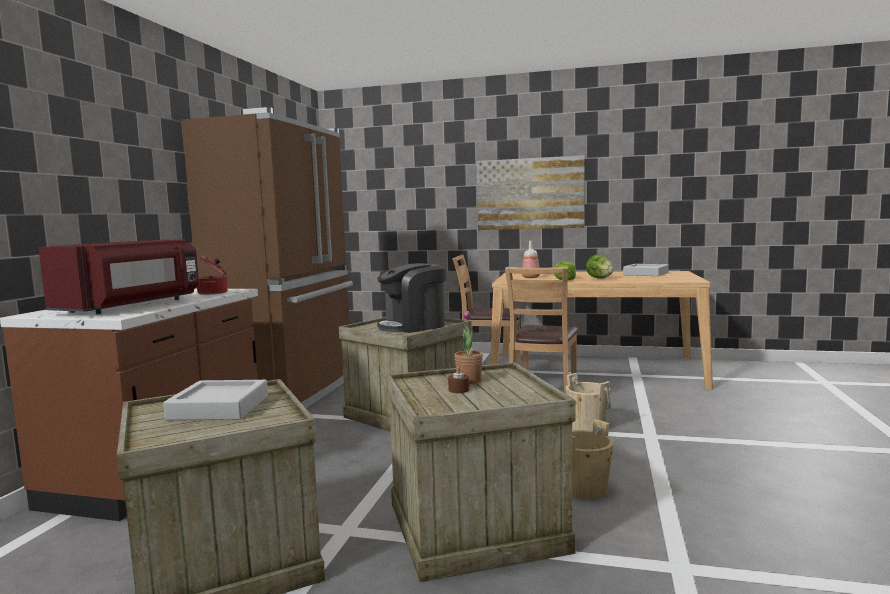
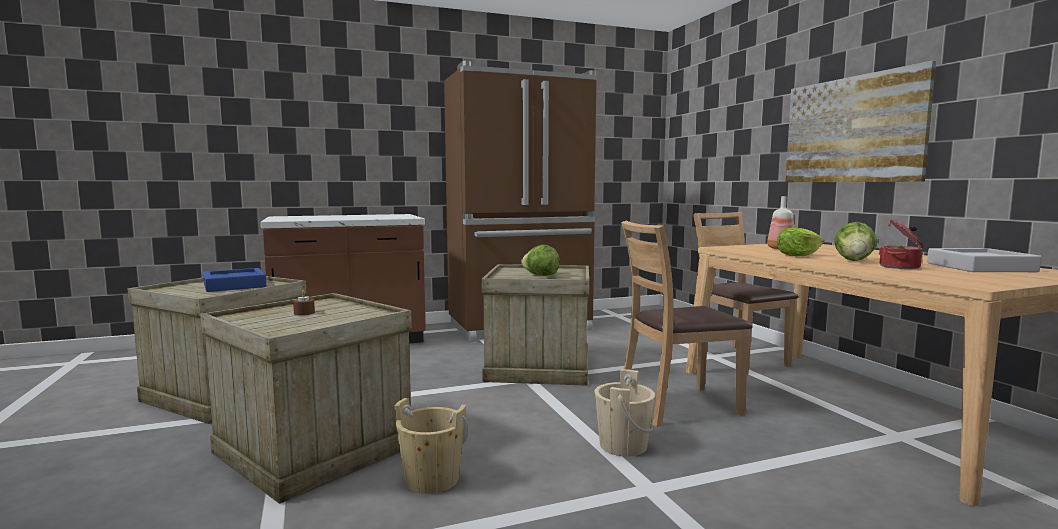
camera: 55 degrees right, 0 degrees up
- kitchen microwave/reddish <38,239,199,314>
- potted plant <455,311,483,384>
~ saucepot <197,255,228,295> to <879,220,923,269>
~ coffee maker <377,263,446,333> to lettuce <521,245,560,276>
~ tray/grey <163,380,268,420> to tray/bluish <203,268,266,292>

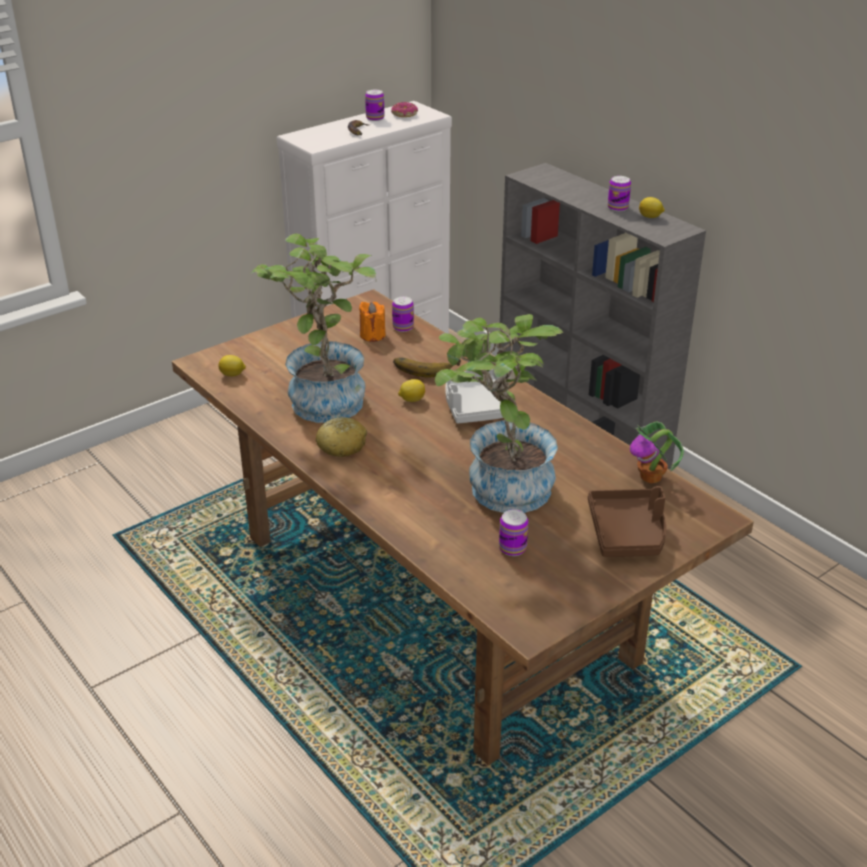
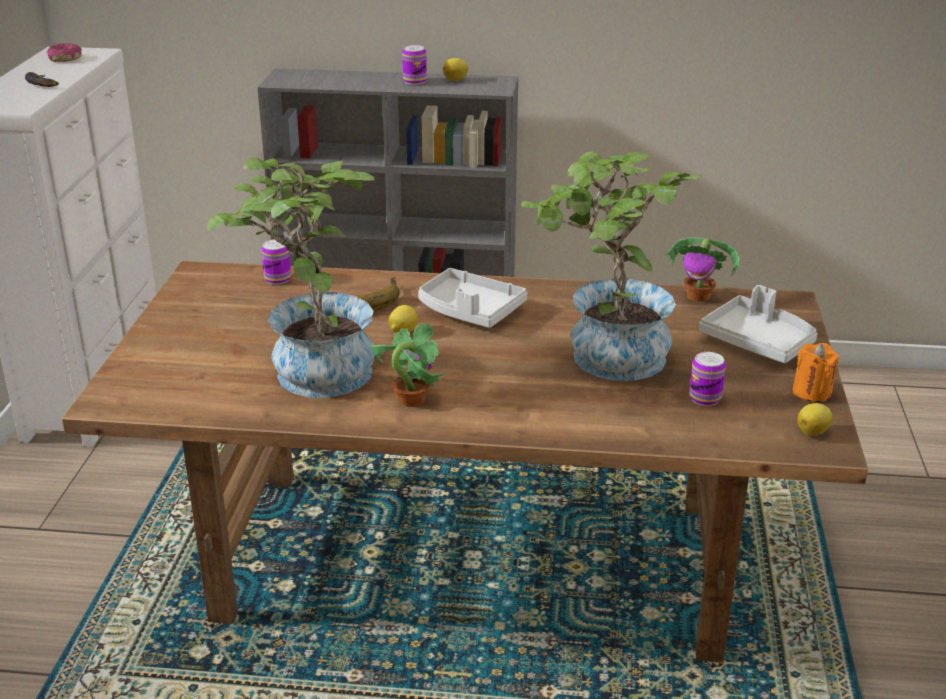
camera: 45 degrees left, 5 degrees down
- metal can <365,90,384,121>
~ citrus fruit <218,355,246,376> to <798,403,832,436>
~ wax candle/orange <359,302,386,342> to <793,343,839,402>
~ bakery bread <315,417,367,457> to potted plant <371,323,446,407>
~ tray/brown-coloured <588,486,666,557> to tray/grey <699,285,818,363>

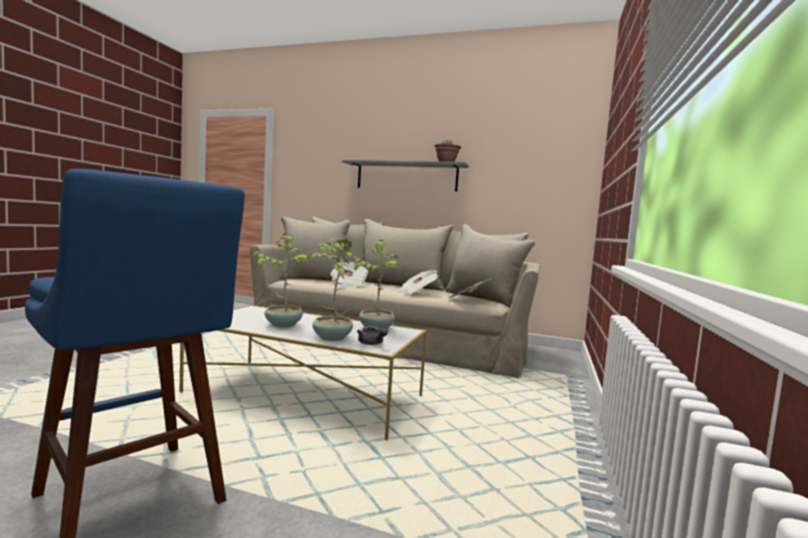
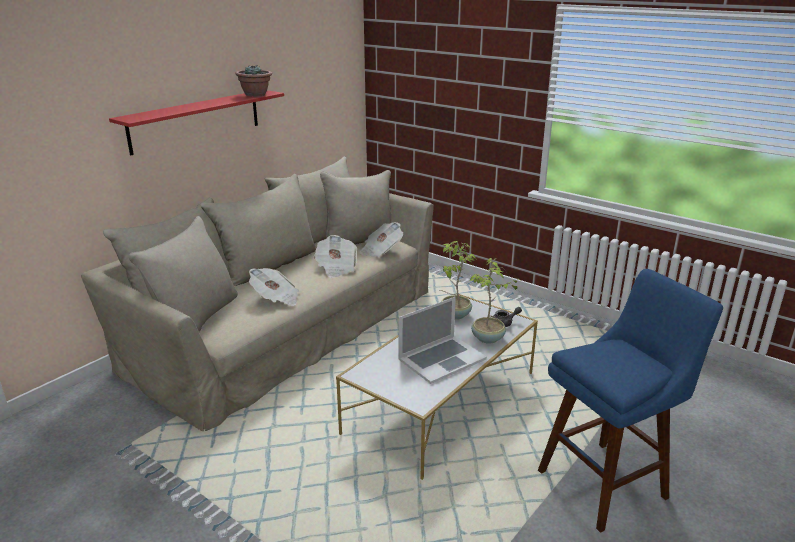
camera: 70 degrees left, 20 degrees up
~ potted plant <251,234,309,328> to laptop <398,297,487,384>
~ shelf/grey <342,160,469,192> to shelf/reddish <109,90,284,155>

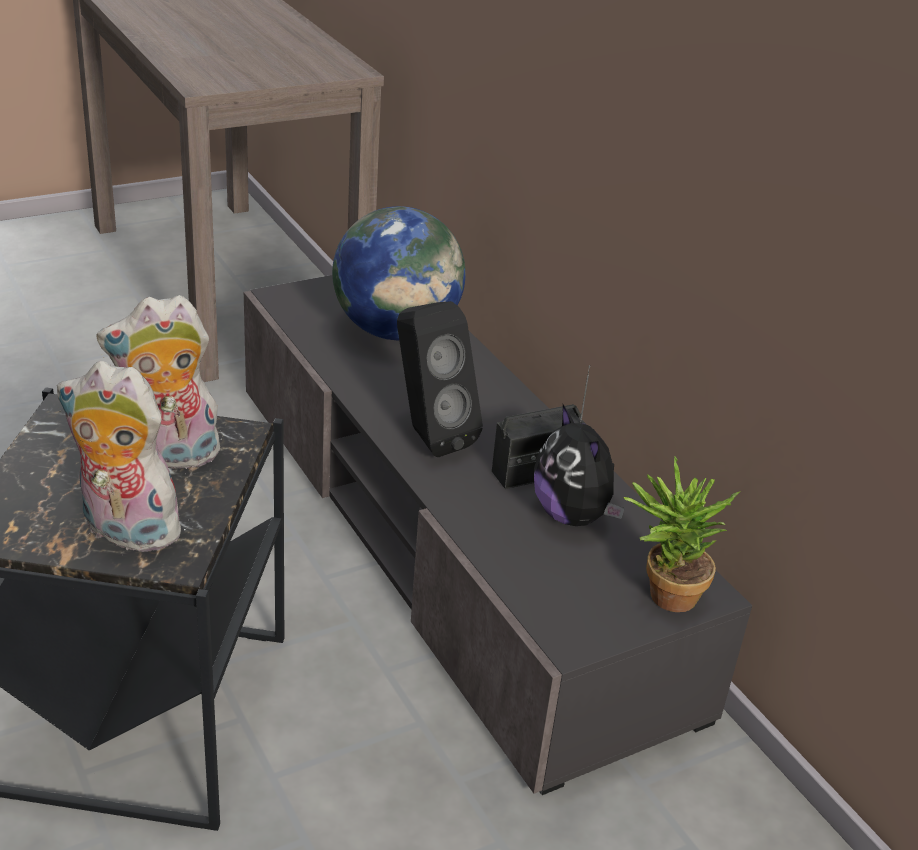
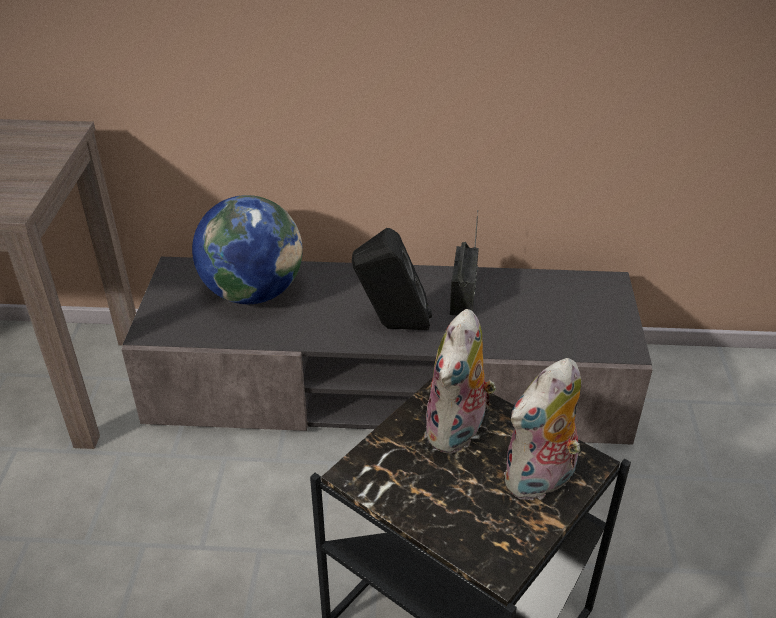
camera: 55 degrees left, 5 degrees up
- soft toy <534,405,625,526>
- potted plant <623,457,741,612>

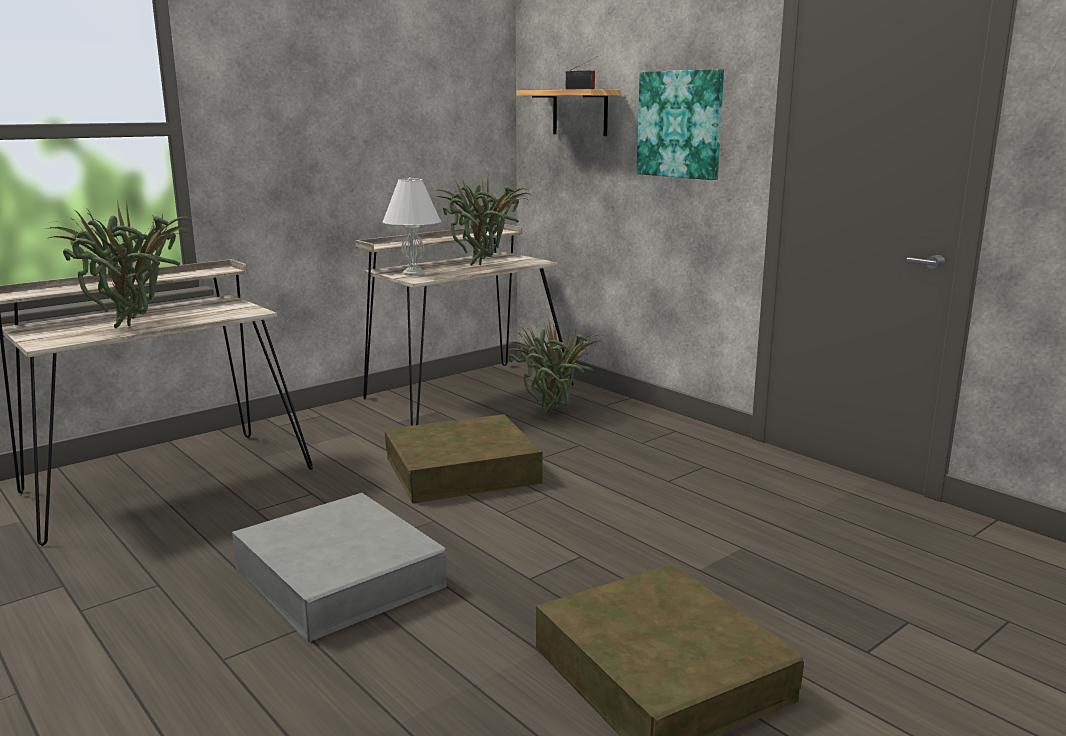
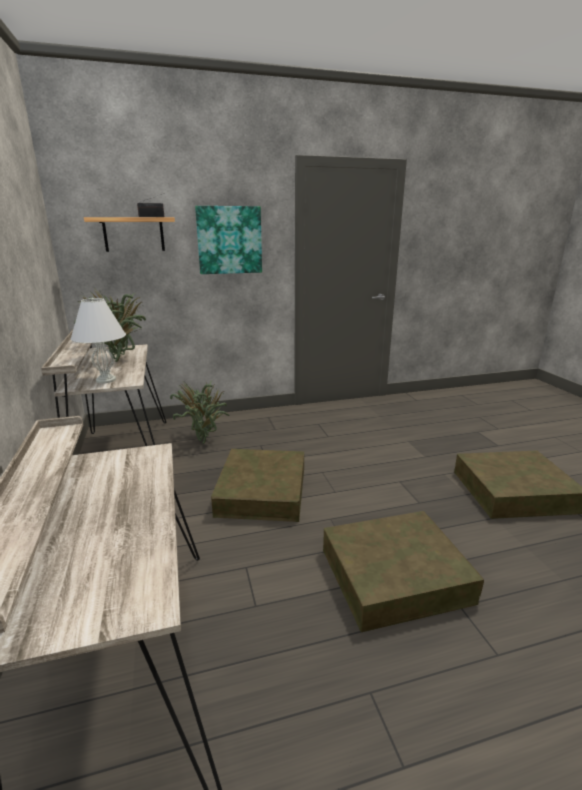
camera: 65 degrees left, 5 degrees up
- potted plant <46,200,194,328>
~ storage box/grey <232,493,447,642> to storage box/brown-coloured <323,511,484,632>

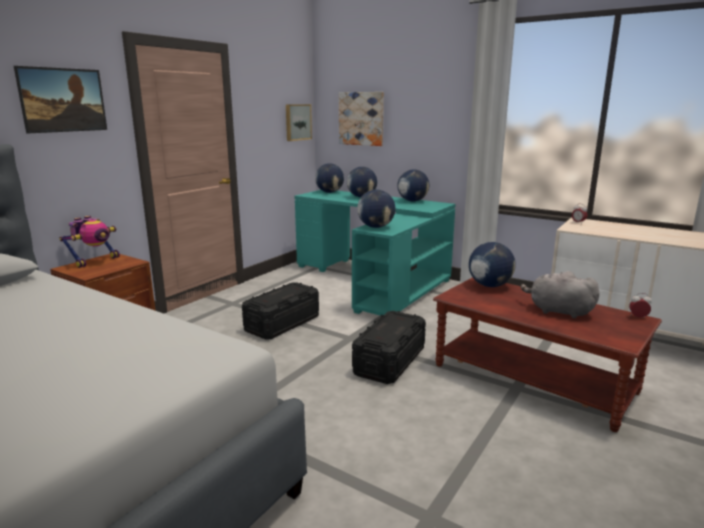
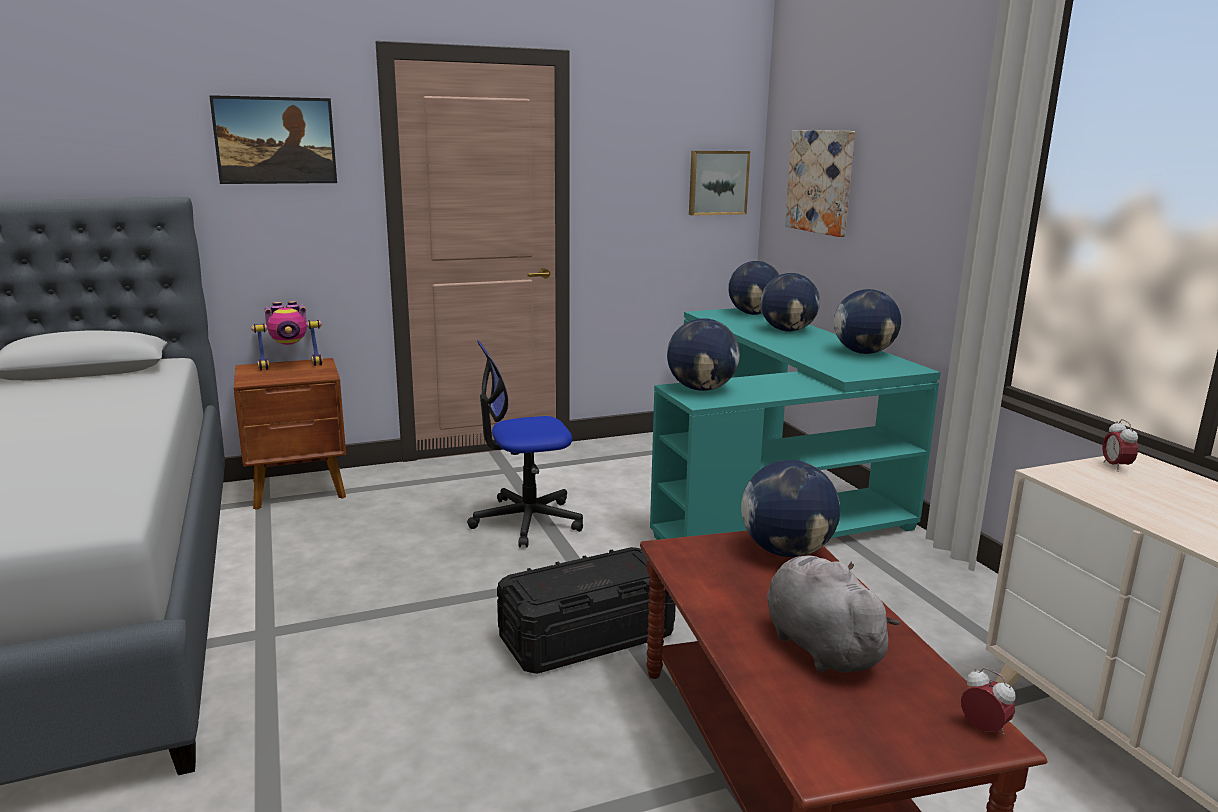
camera: 35 degrees right, 0 degrees up
~ storage box/black-coloured <242,282,319,340> to office chair <467,341,583,548>

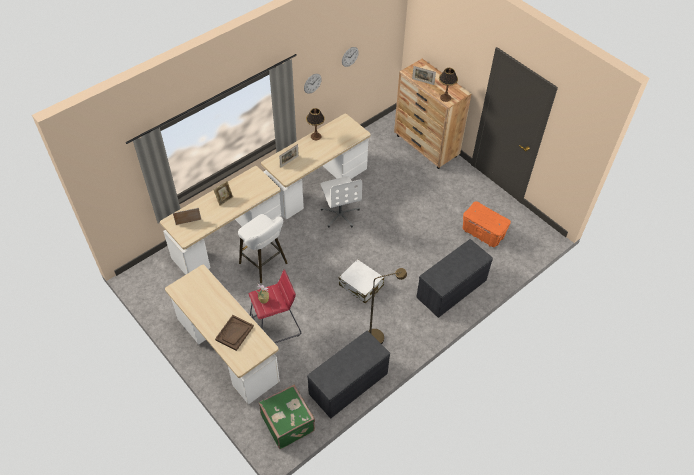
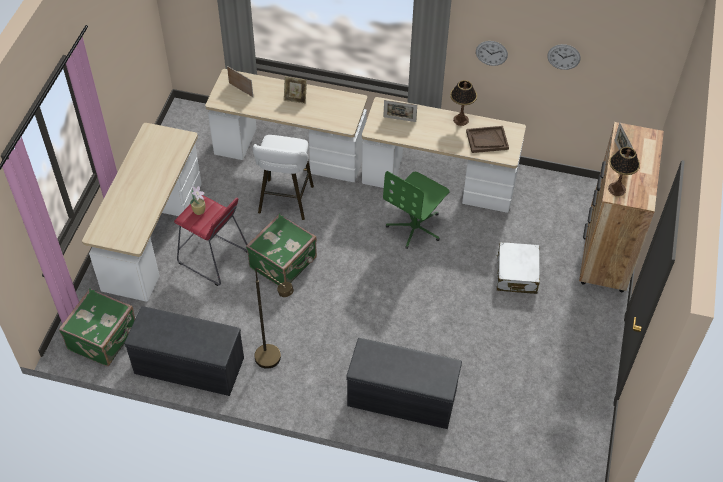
camera: 55 degrees right, 0 degrees up
- storage box/orange <463,201,511,247>
+ piece of luggage/greenish <246,214,317,286>
~ tray/brown-coloured <215,315,254,351> to <466,126,509,153>
~ piece of luggage/white-coloured <339,259,384,303> to <497,242,540,294>
~ office chair/white-coloured <321,176,362,227> to office chair/greenish <383,171,450,249>

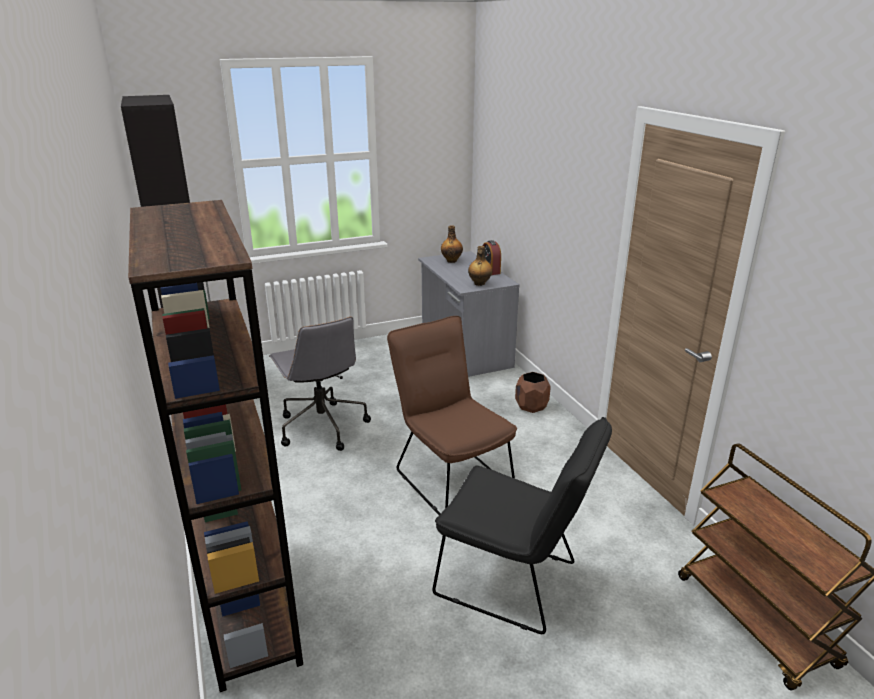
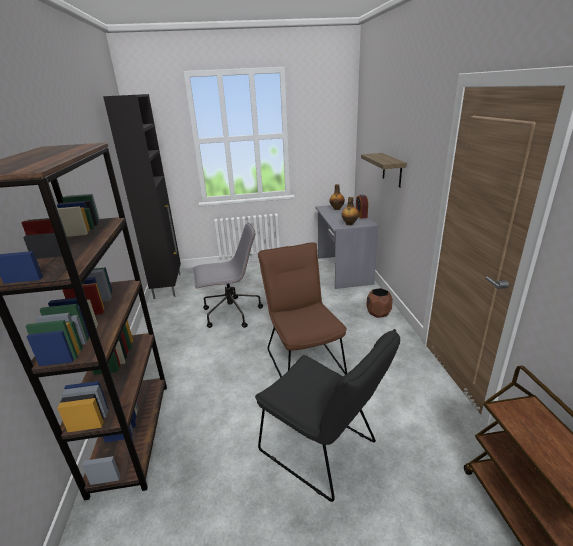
camera: 15 degrees right, 0 degrees up
+ shelf <361,153,407,188>
~ office chair/grey <269,317,371,451> = <193,223,263,328> 90 degrees counterclockwise

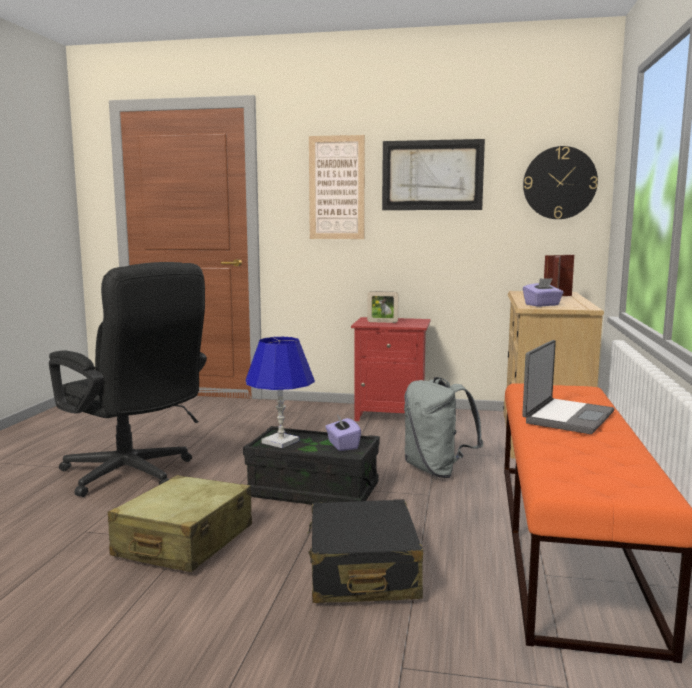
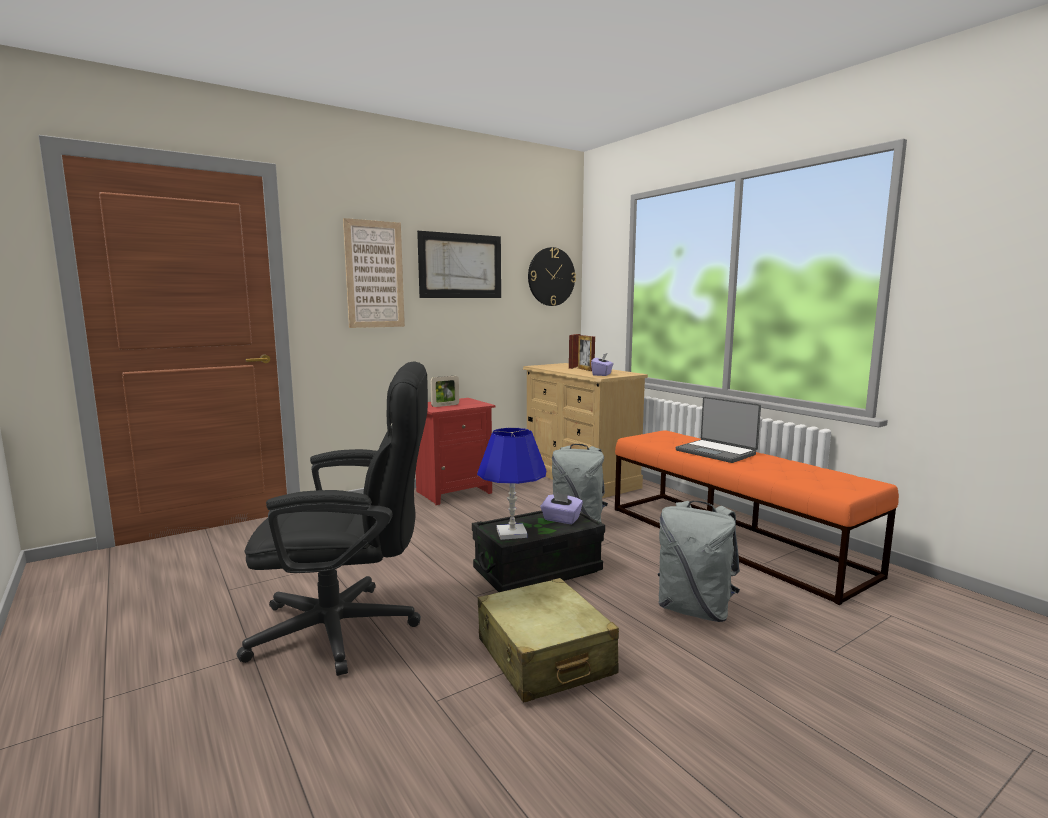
camera: 45 degrees left, 0 degrees up
~ piece of luggage/black-coloured <307,499,423,603> to rucksack/grey <658,501,740,622>
~ laptop <522,340,614,434> = <676,397,761,463> 150 degrees clockwise

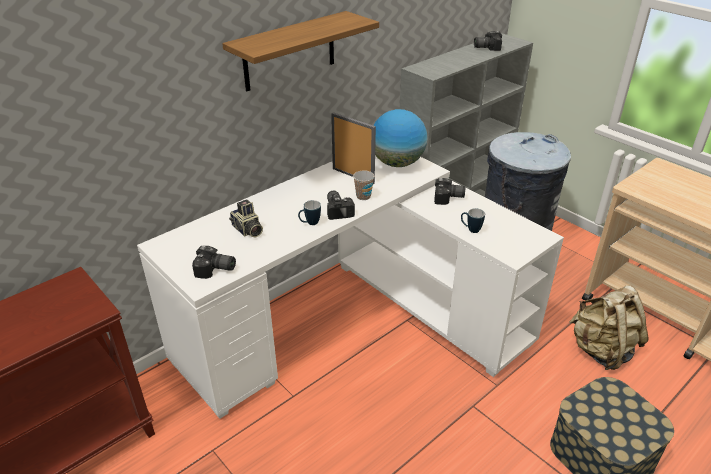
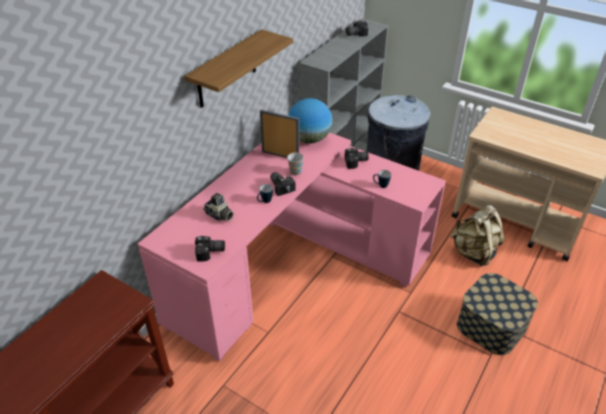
camera: 15 degrees left, 5 degrees up
~ desk table/white-coloured <137,155,564,419> to desk table/pink-coloured <138,132,446,361>

